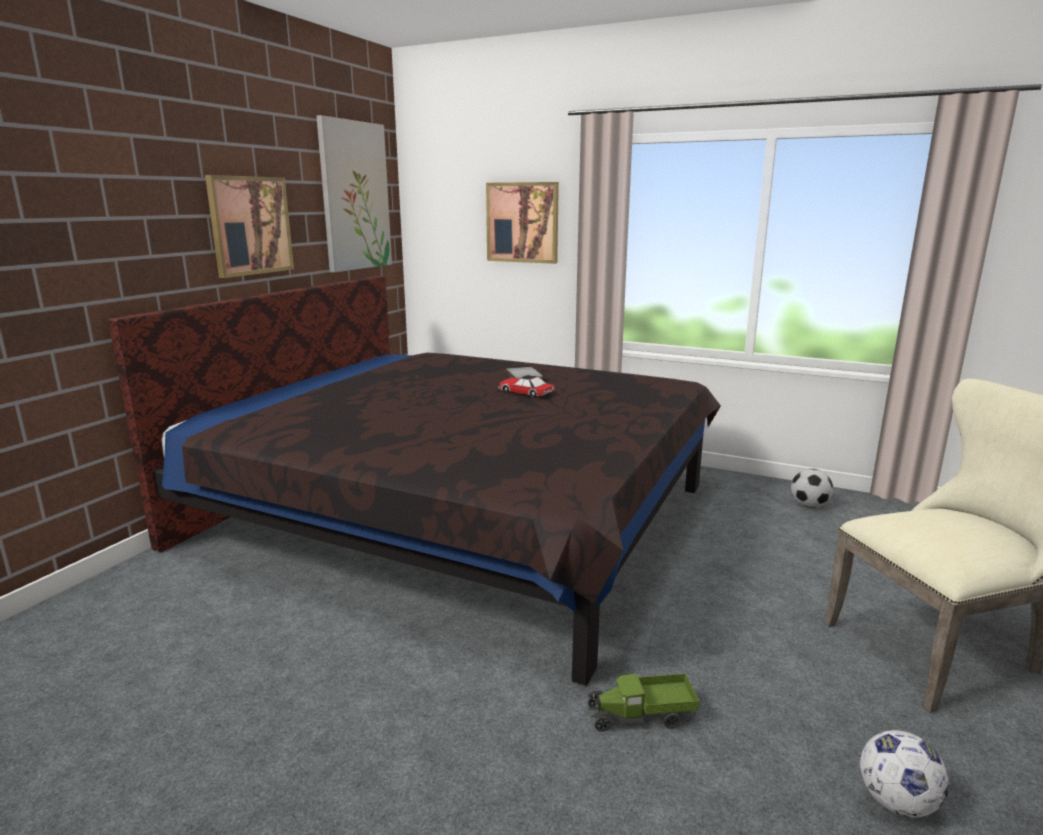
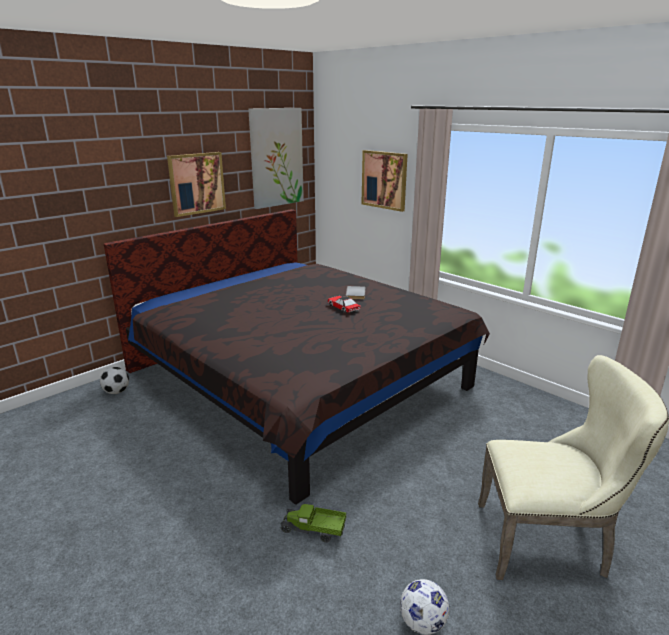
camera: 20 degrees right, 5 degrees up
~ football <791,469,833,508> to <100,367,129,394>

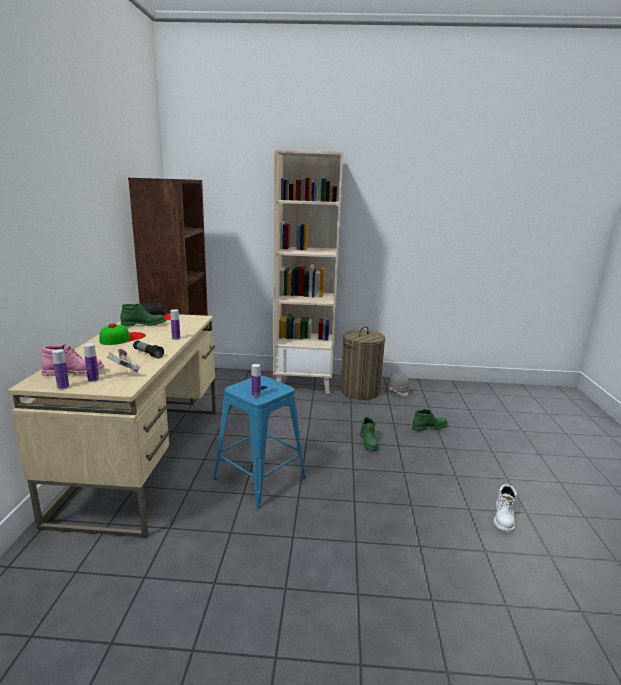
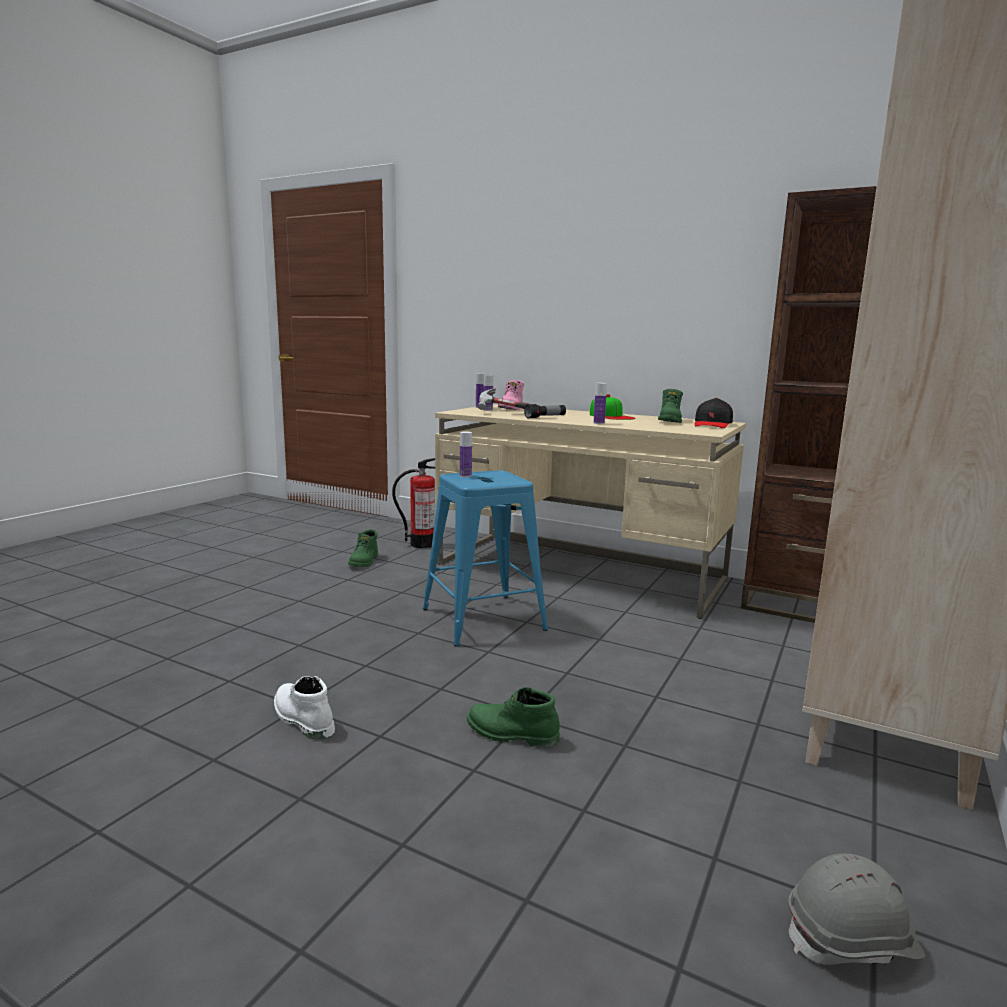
camera: 115 degrees right, 5 degrees down
- hamper <341,326,385,400>
+ fire extinguisher <392,458,435,548>
~ high-top boot/greenish <412,409,448,431> to <348,529,378,567>
~ high-top boot/white-coloured <494,484,517,532> to <274,676,335,739>

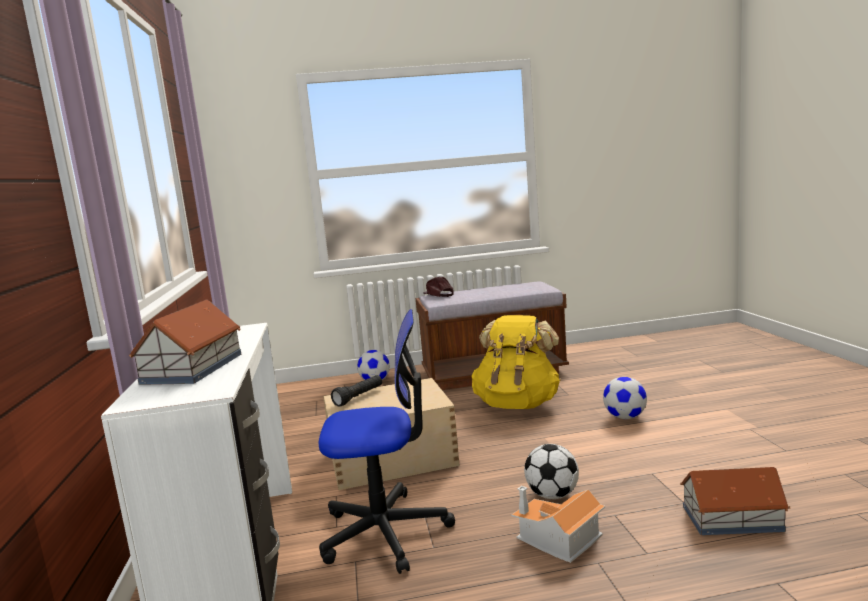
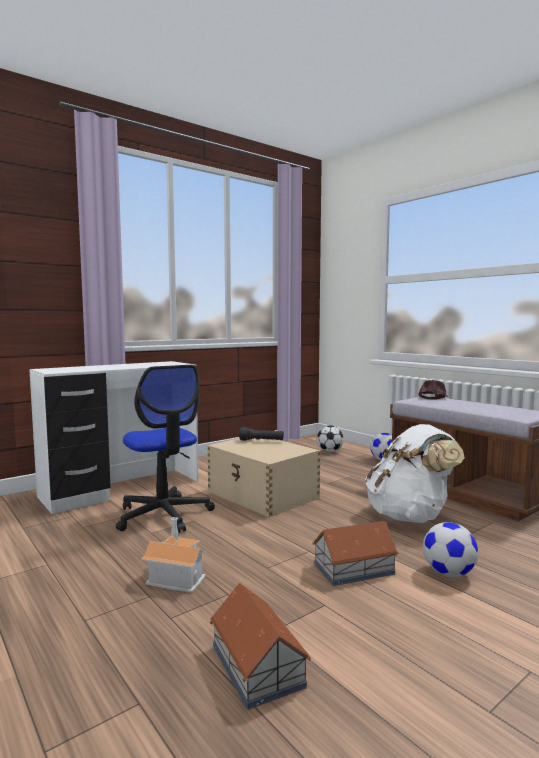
camera: 60 degrees right, 5 degrees down
~ model house <129,299,241,385> to <312,521,399,586>
~ football <524,444,579,499> to <317,425,344,452>
~ rucksack/yellowish <471,315,561,409> to rucksack/white-coloured <365,424,465,523>

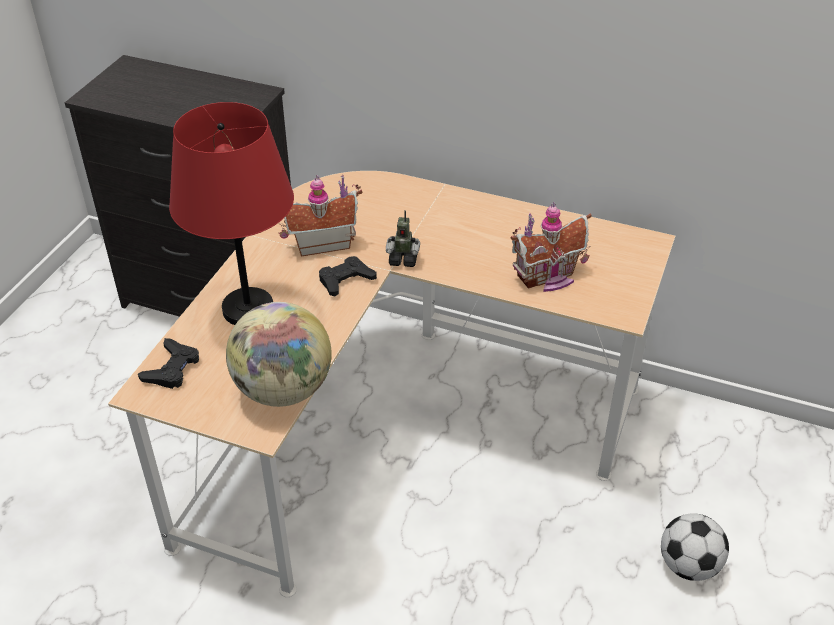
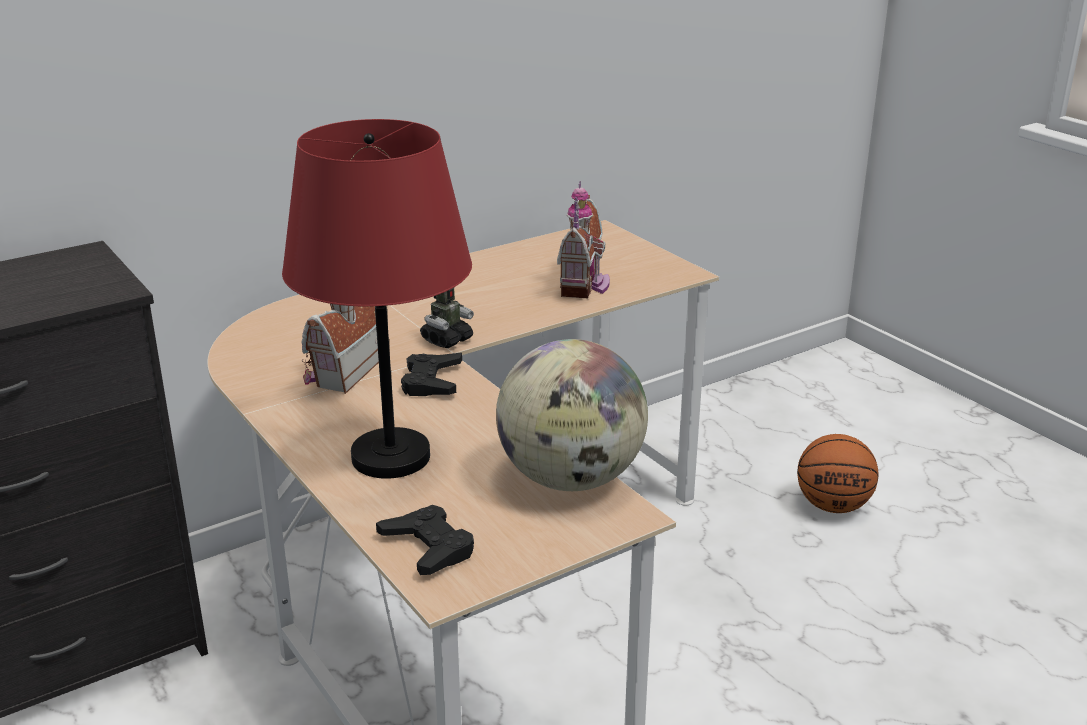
camera: 55 degrees left, 15 degrees down
~ football <661,513,729,581> to basketball ball <797,434,879,513>

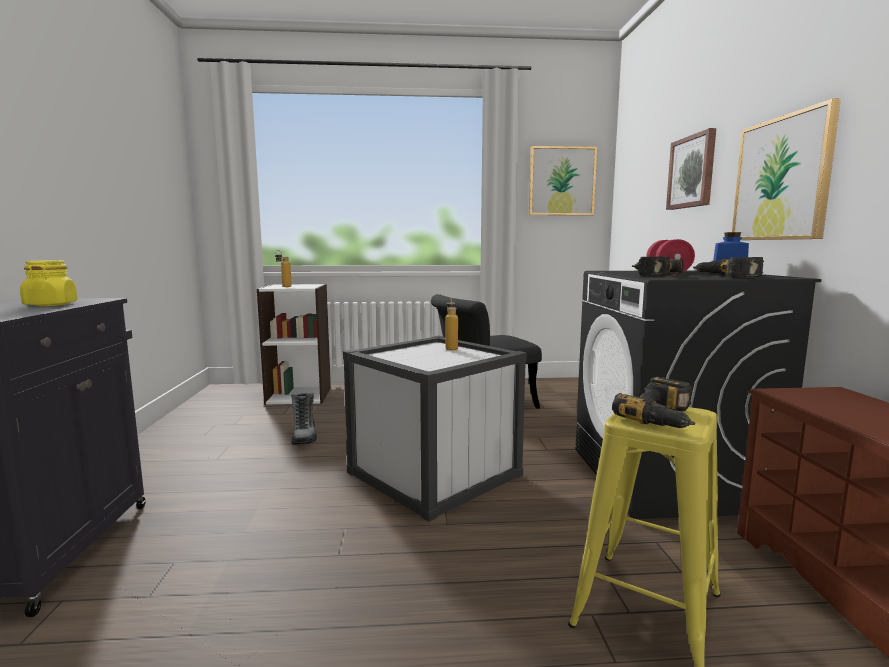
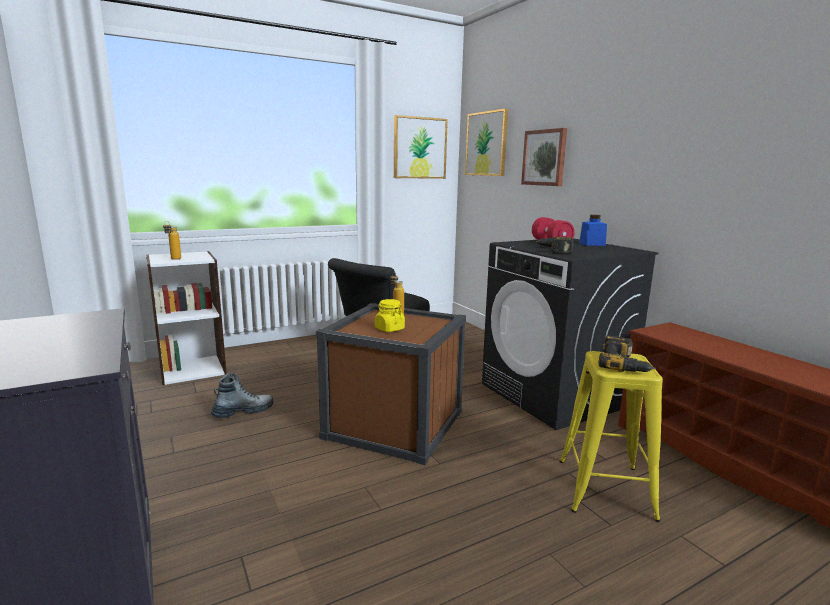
camera: 25 degrees left, 5 degrees up
- power drill <693,257,764,278>
~ storage jar/yellowish <20,260,78,306> to <375,299,405,332>
~ picture <732,99,841,240> to <465,109,508,176>
~ storage box/white-coloured <343,336,527,522> to storage box/brown-coloured <316,303,466,465>
~ high-top boot <291,393,317,445> = <211,373,273,418> 90 degrees counterclockwise

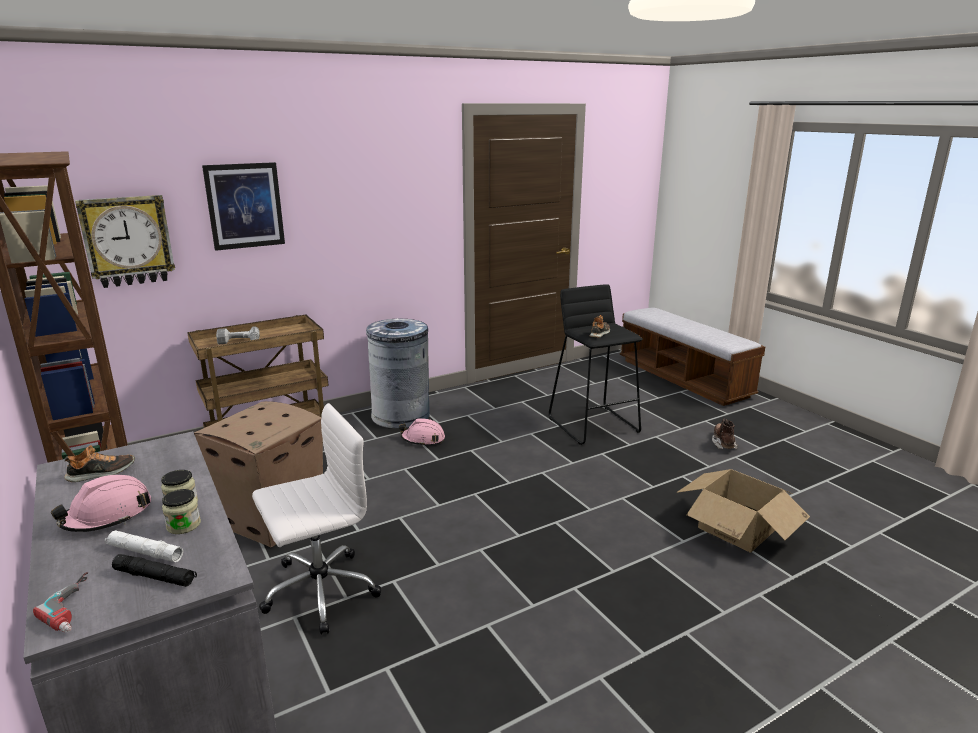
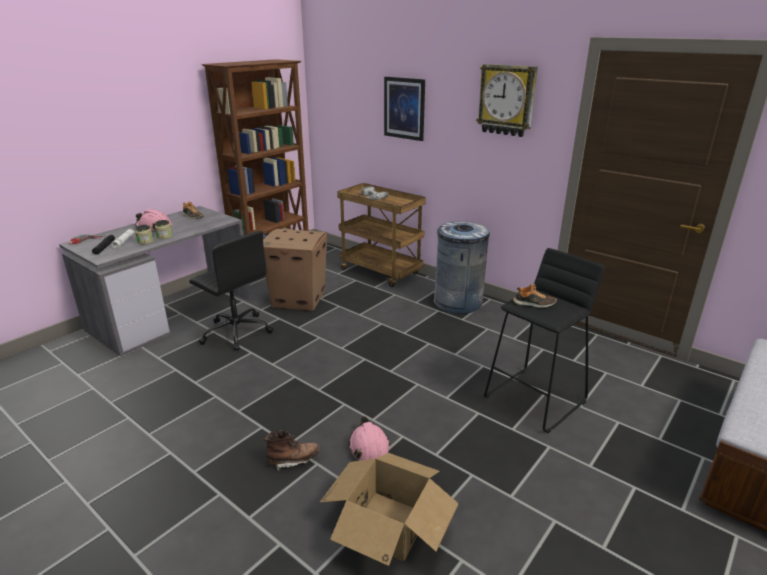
camera: 70 degrees right, 5 degrees up
~ wall clock <75,195,175,288> to <476,64,538,137>
~ work helmet/pink-coloured <399,418,445,446> to <349,416,390,461>
~ high-top boot/brown-coloured <712,418,738,449> to <264,430,320,471>
~ office chair/white-coloured <252,403,382,635> to office chair/black-coloured <189,231,273,351>

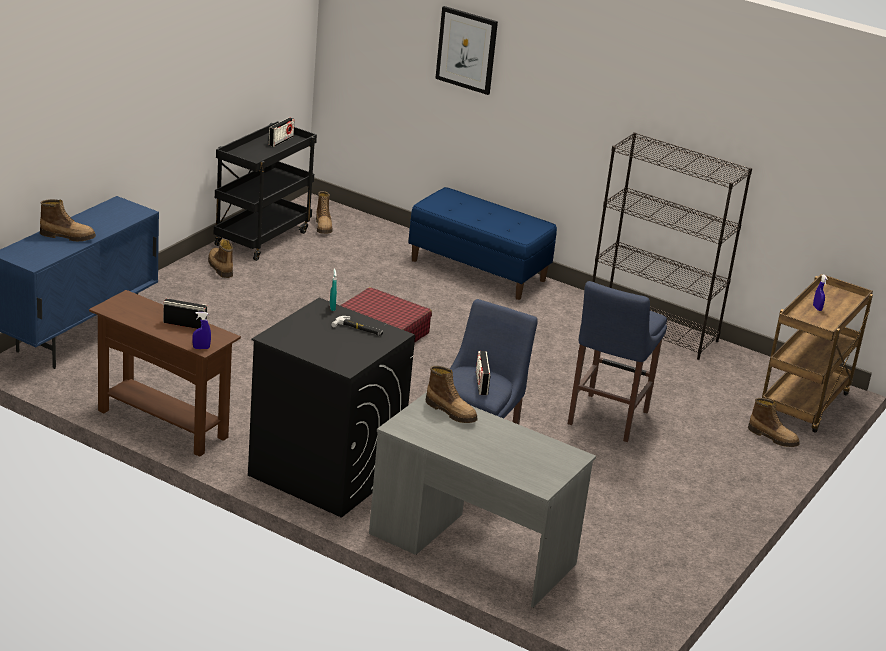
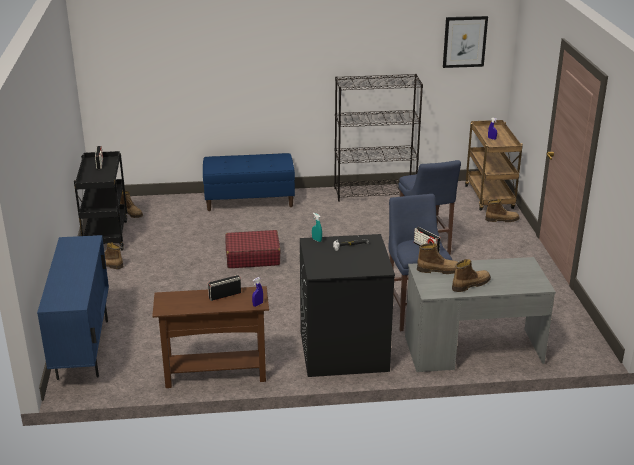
camera: 35 degrees left, 0 degrees up
~ high-top boot <40,199,96,241> to <452,259,491,292>
~ picture <435,6,498,95> to <443,16,488,68>

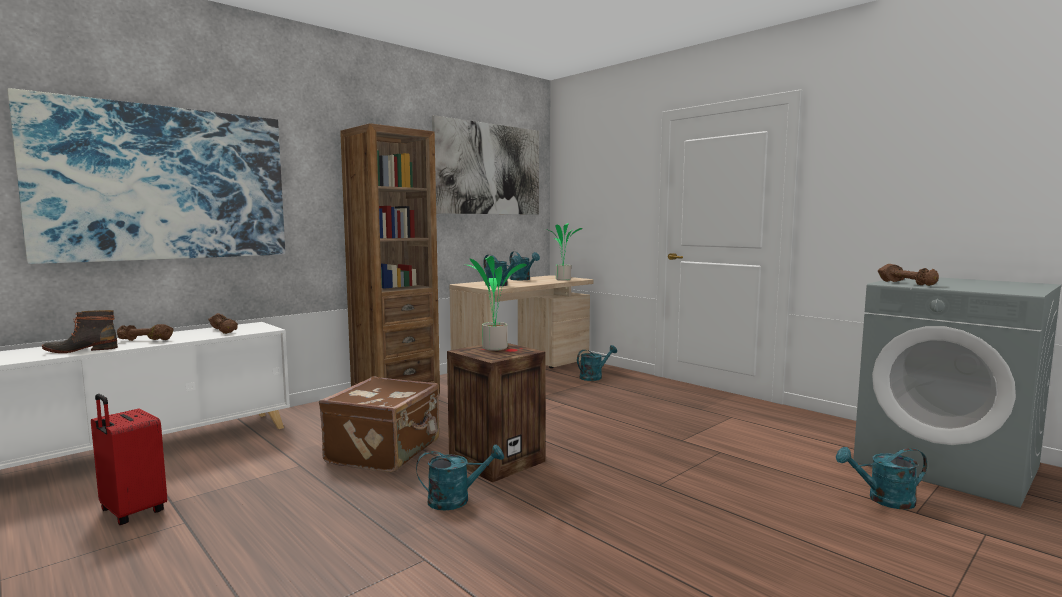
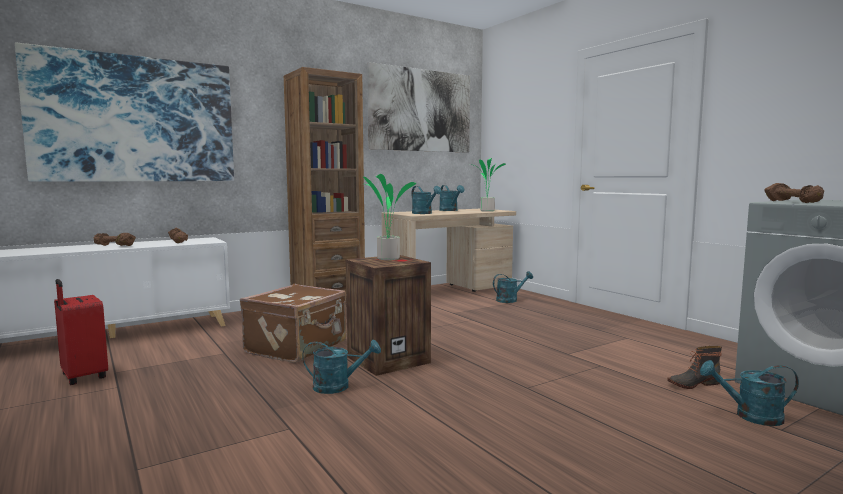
camera: 10 degrees right, 0 degrees up
~ high-top boot <42,310,118,353> to <667,346,722,389>

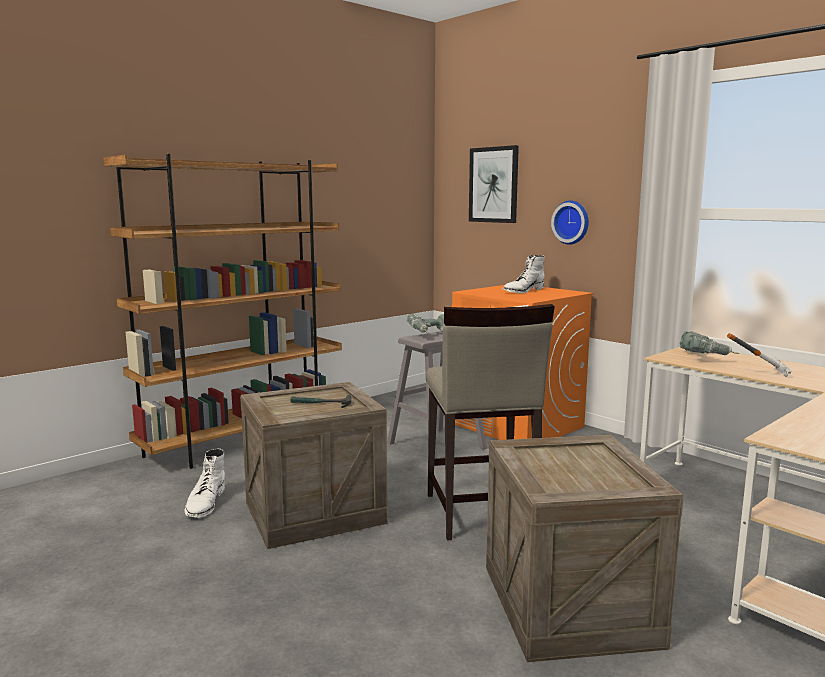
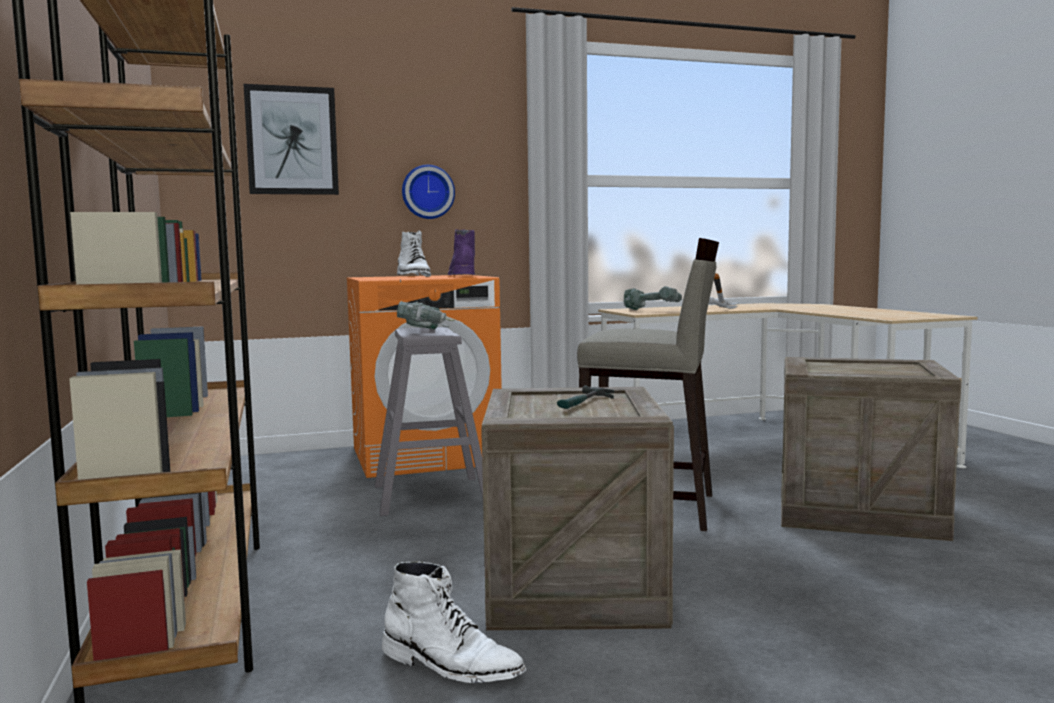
camera: 65 degrees left, 5 degrees down
+ high-top boot/purple <448,229,475,275>

